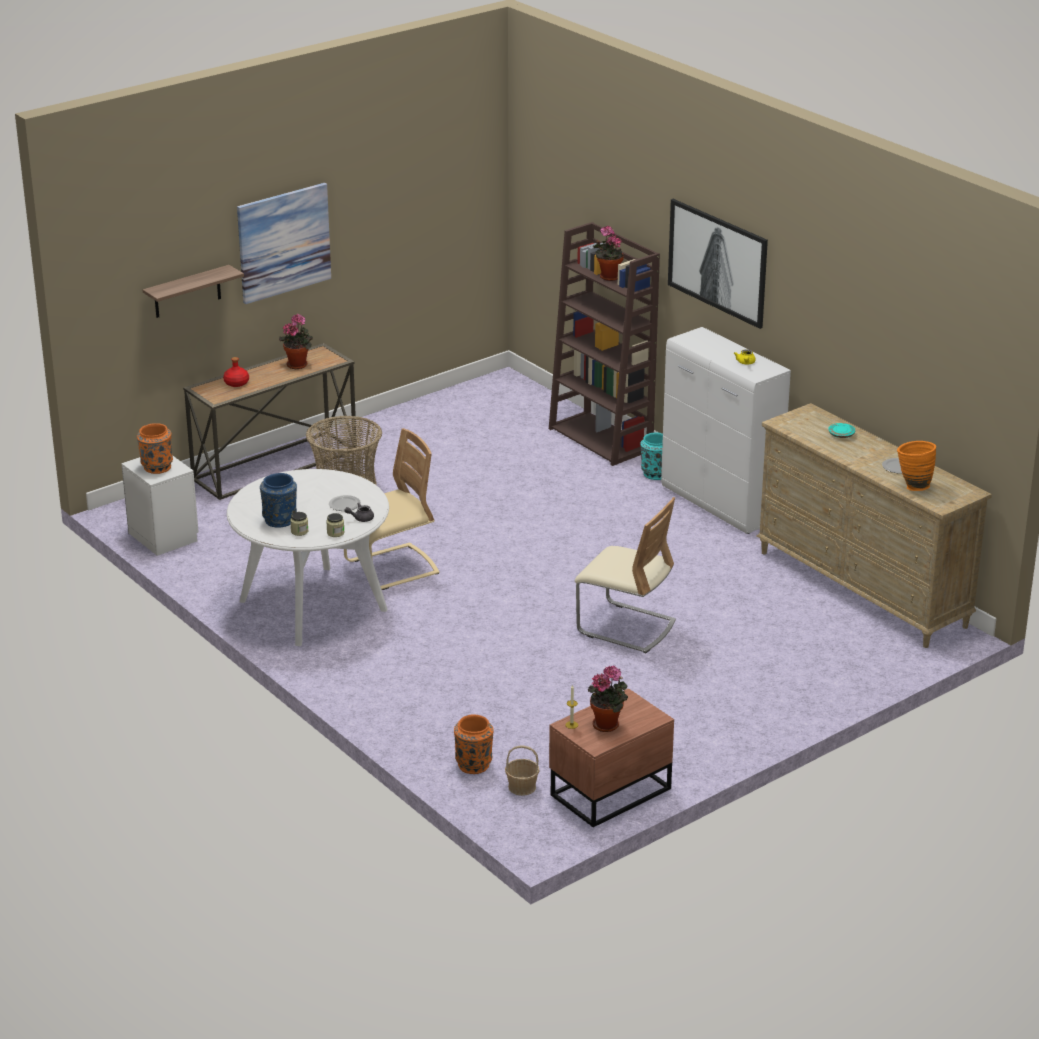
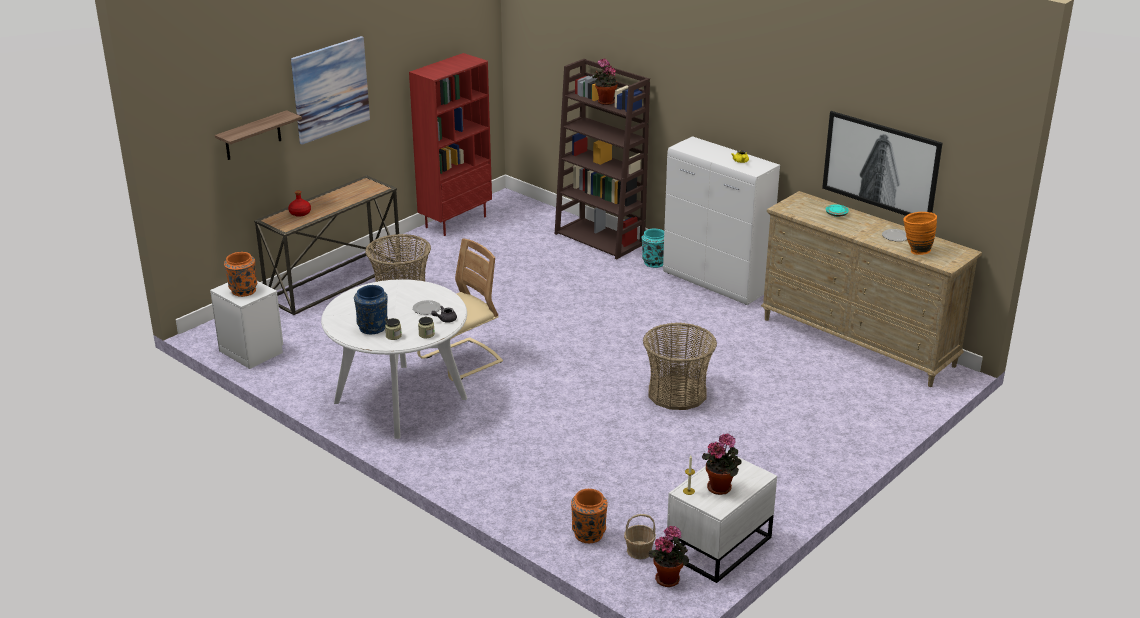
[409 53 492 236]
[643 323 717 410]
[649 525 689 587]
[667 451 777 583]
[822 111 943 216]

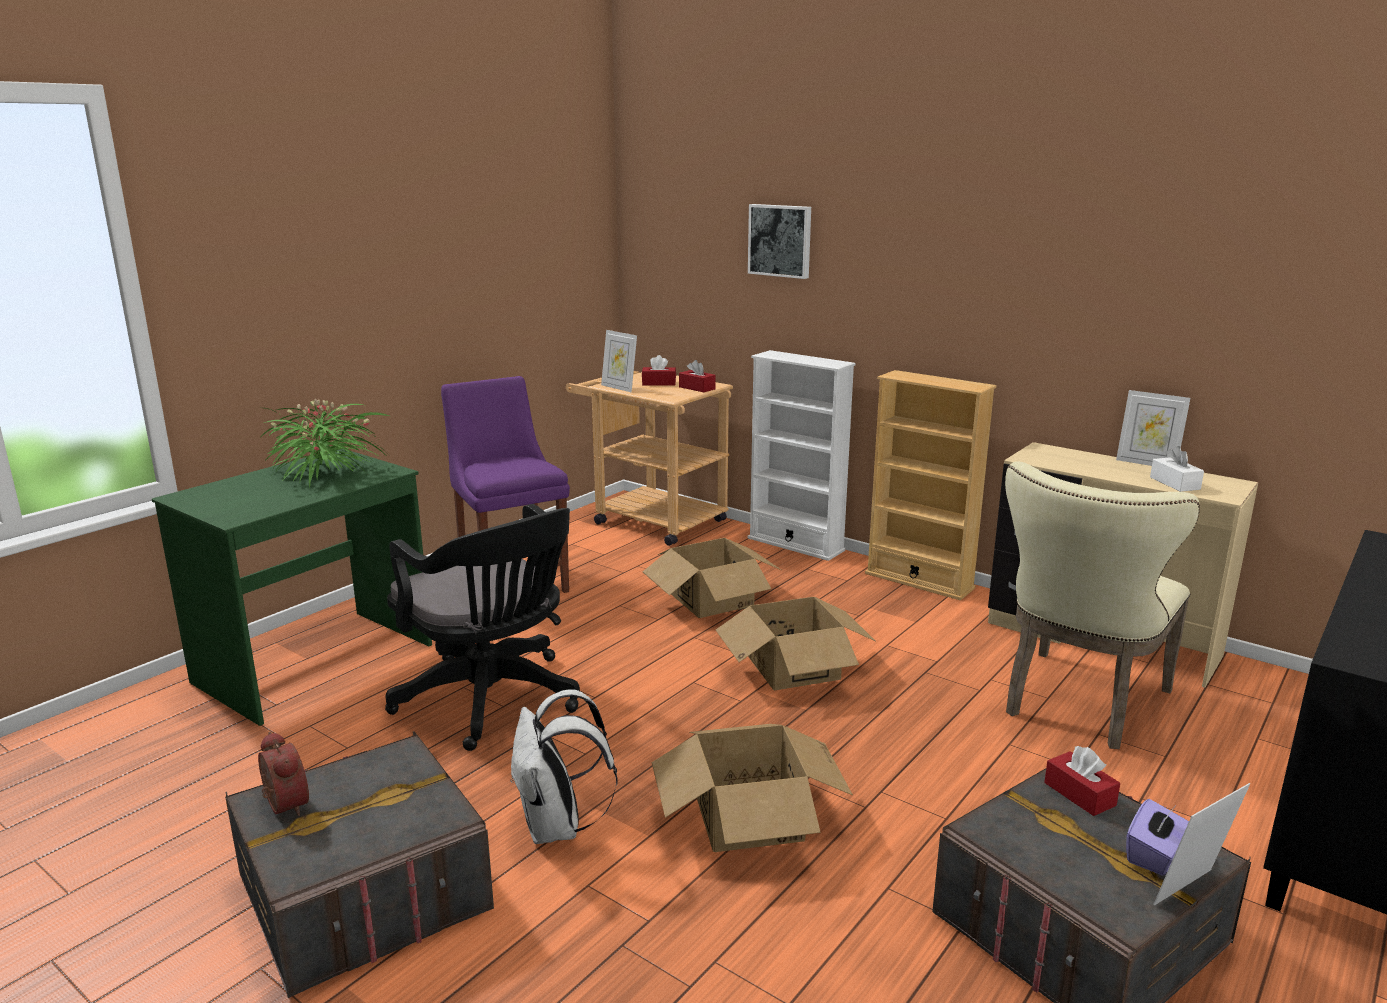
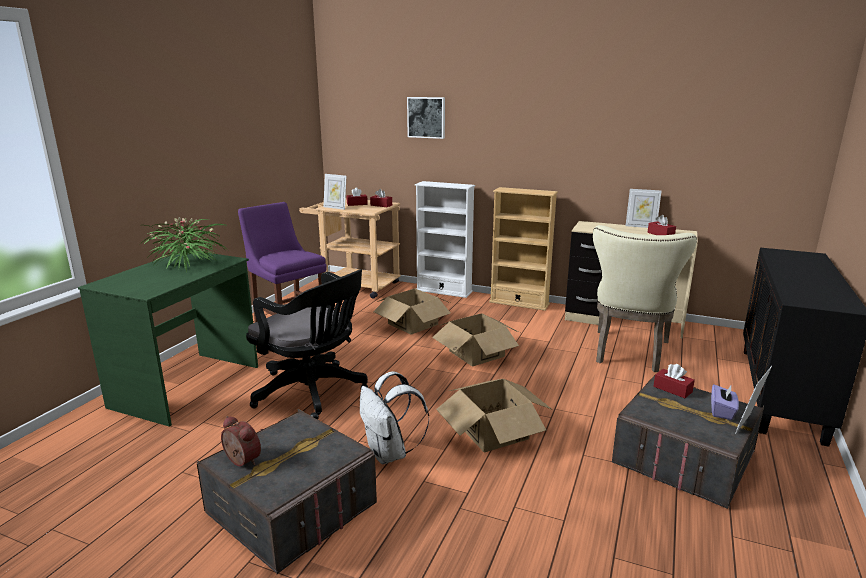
[647 215 676 235]

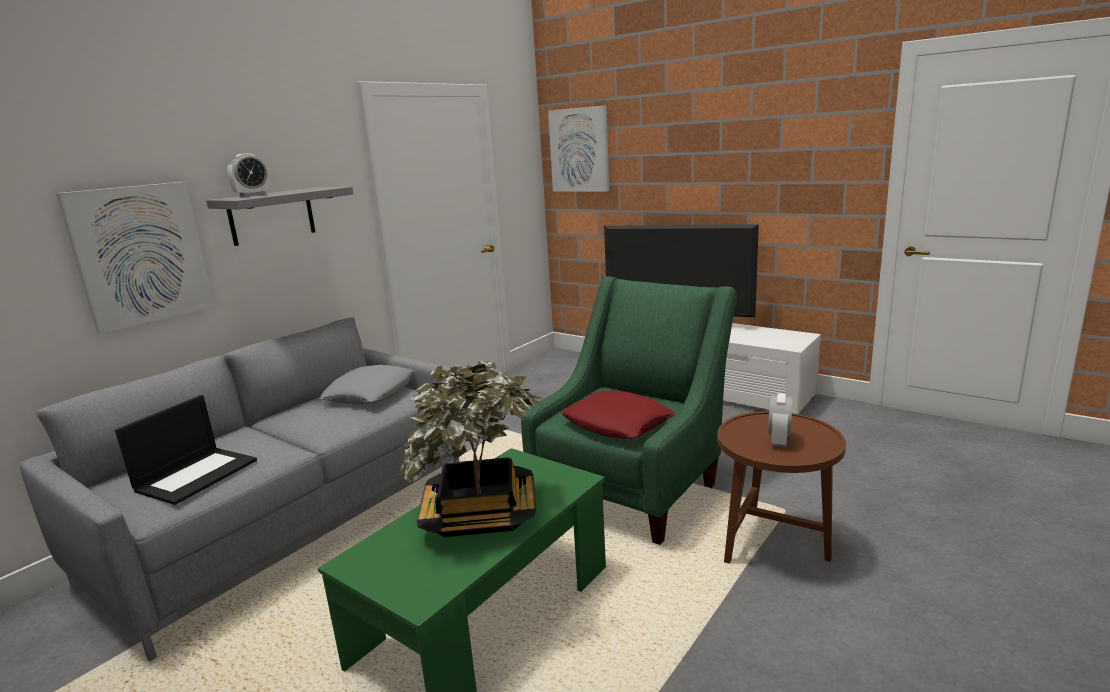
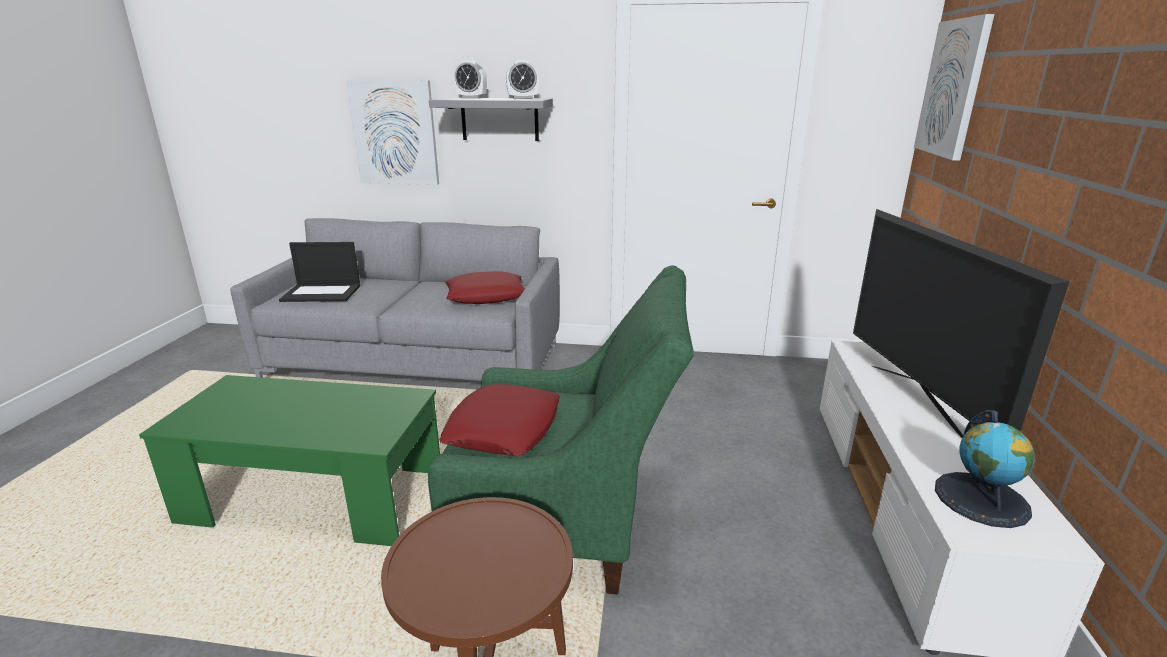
[445 271 525 304]
[506 60 539 99]
[935 410 1035 528]
[398 360 545 537] (first image)

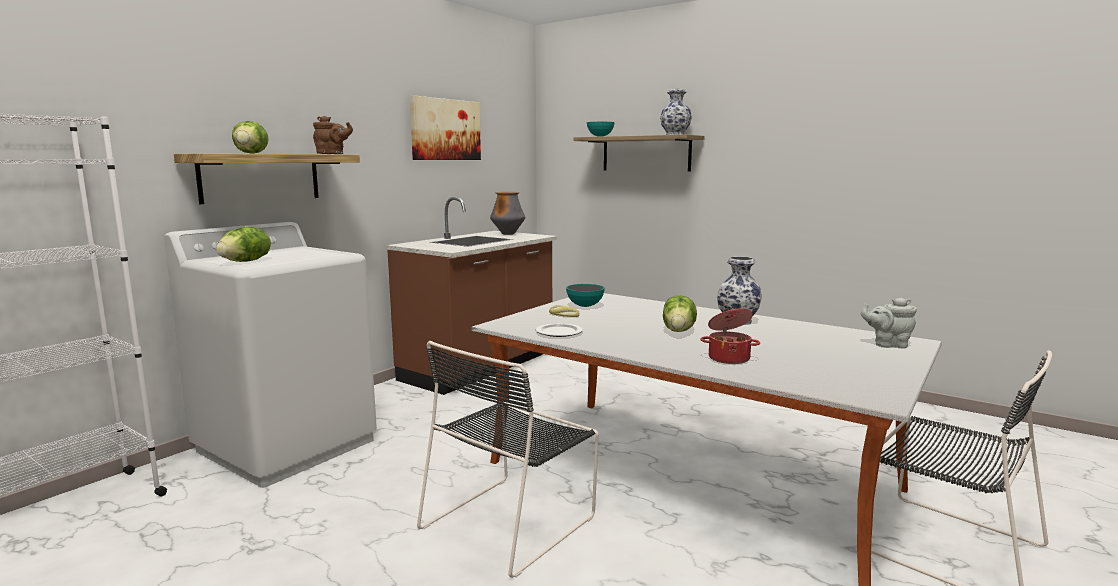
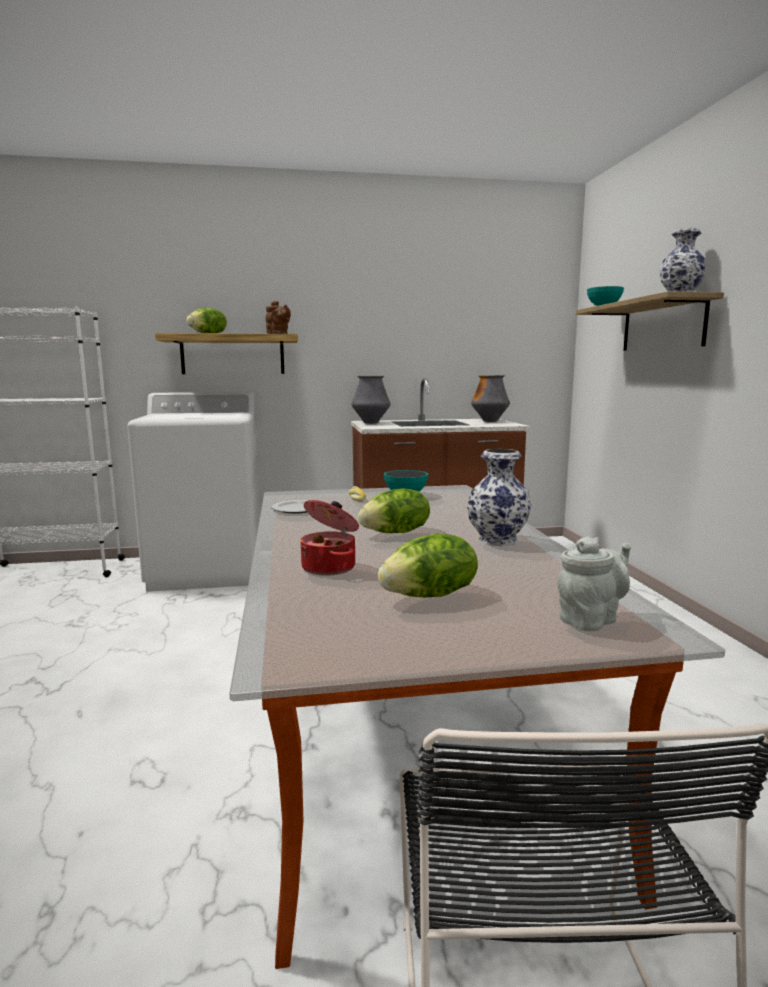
[351 376 391 424]
[378 534 478 598]
[558 537 631 631]
[410 95 481 160] (first image)
[417 341 599 578] (first image)

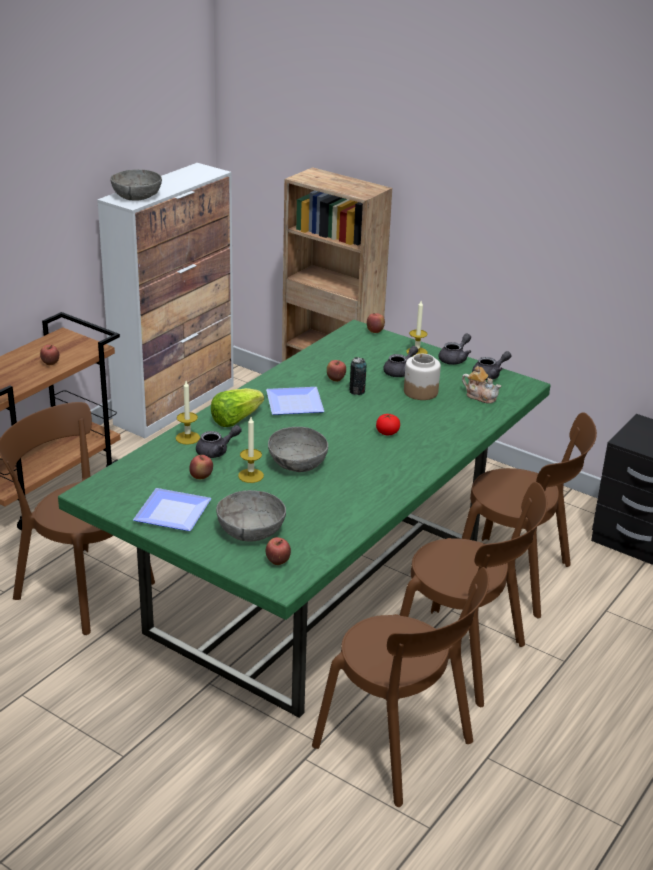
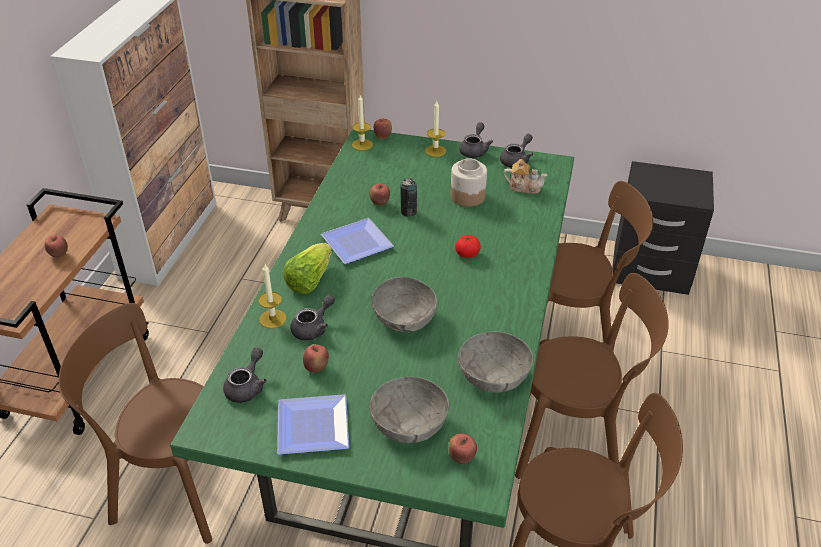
[223 348 267 403]
[352 95 373 151]
[458 331 533 393]

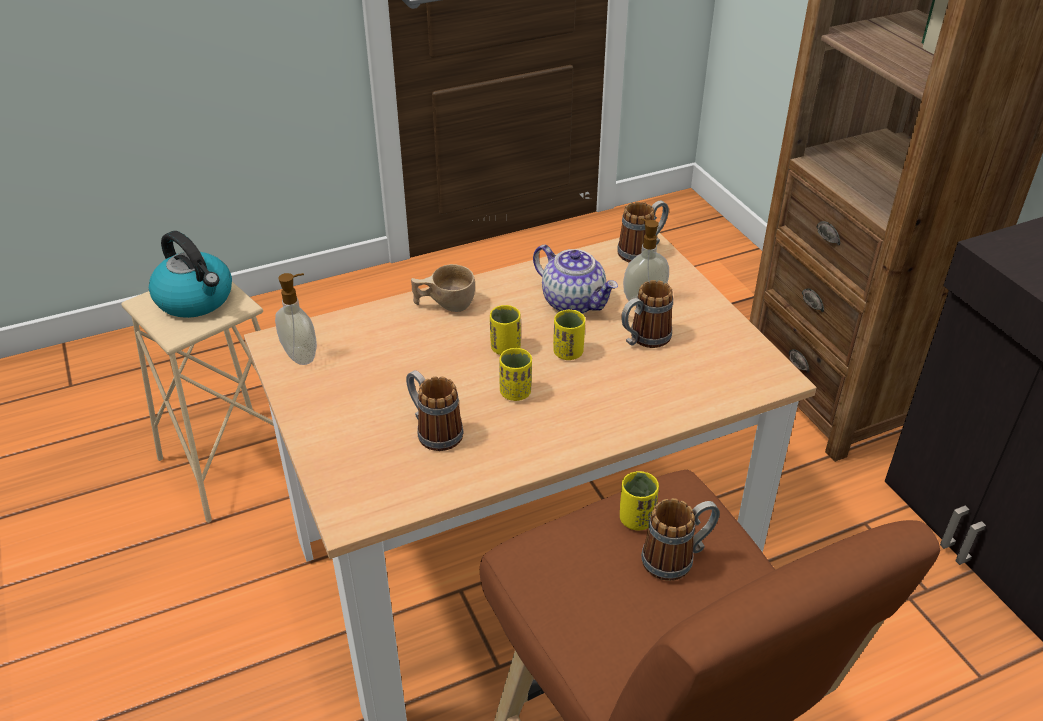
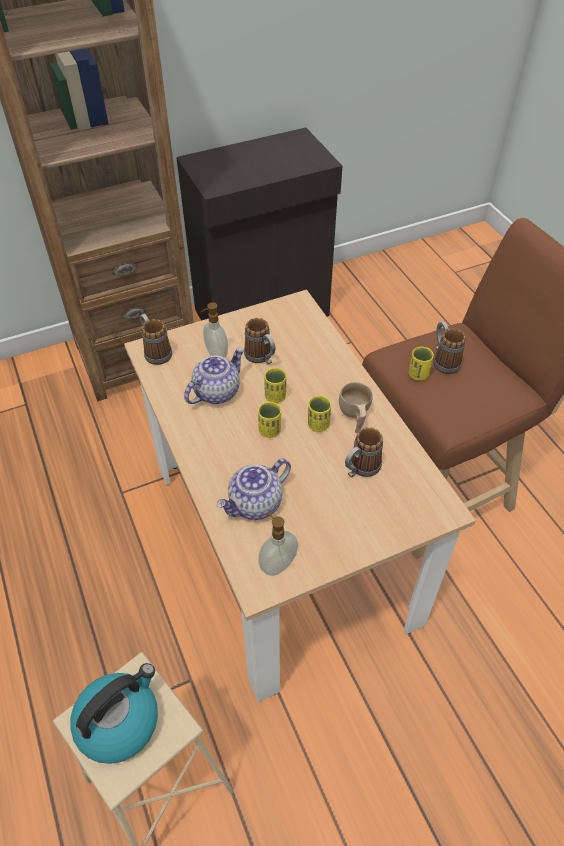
[216 458 291 520]
[339 382 373 433]

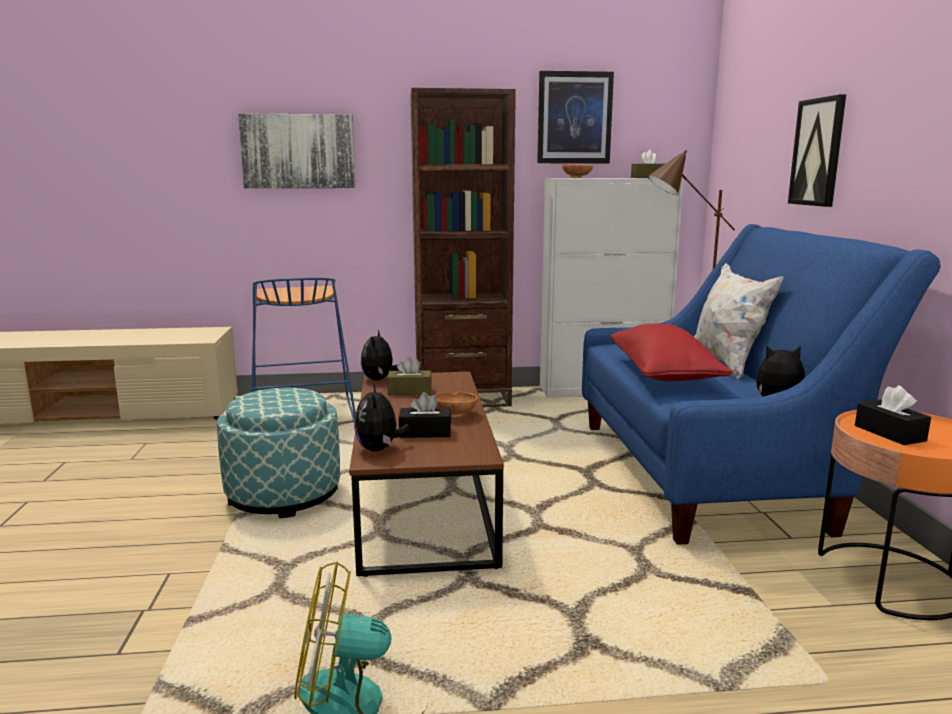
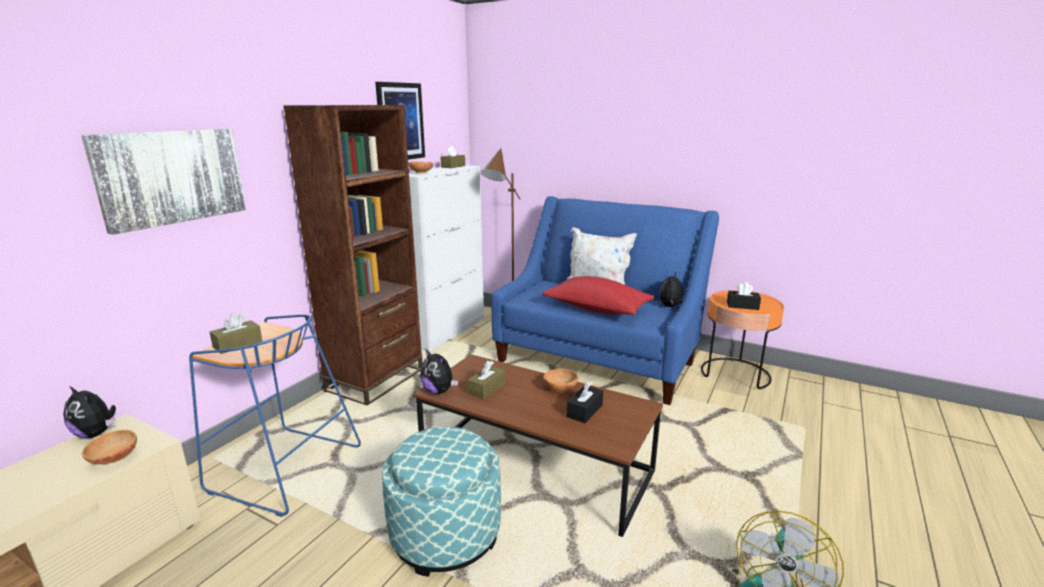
[63 386 116 438]
[82 430 137 464]
[210 313 262 354]
[788 94 846 207] (first image)

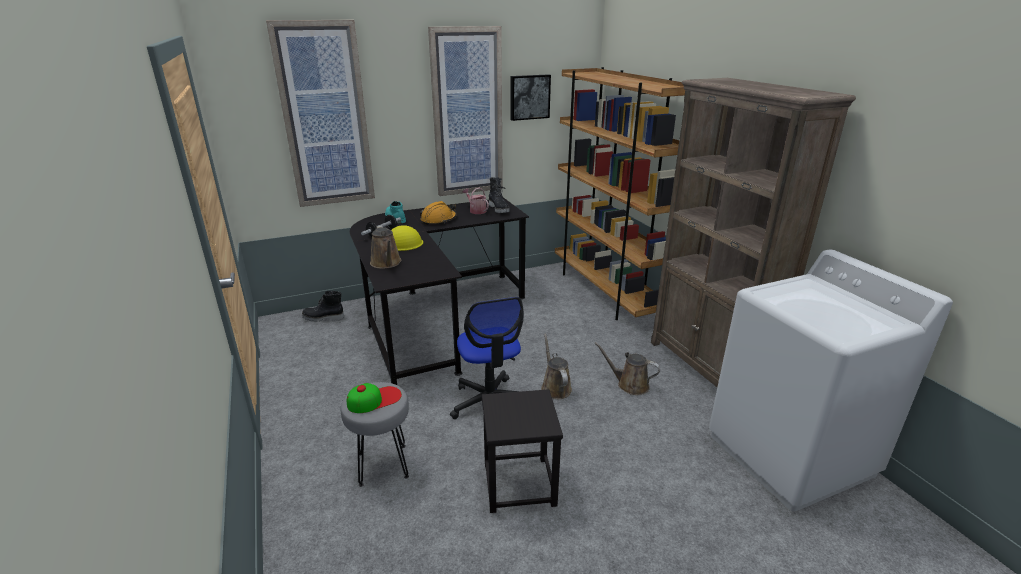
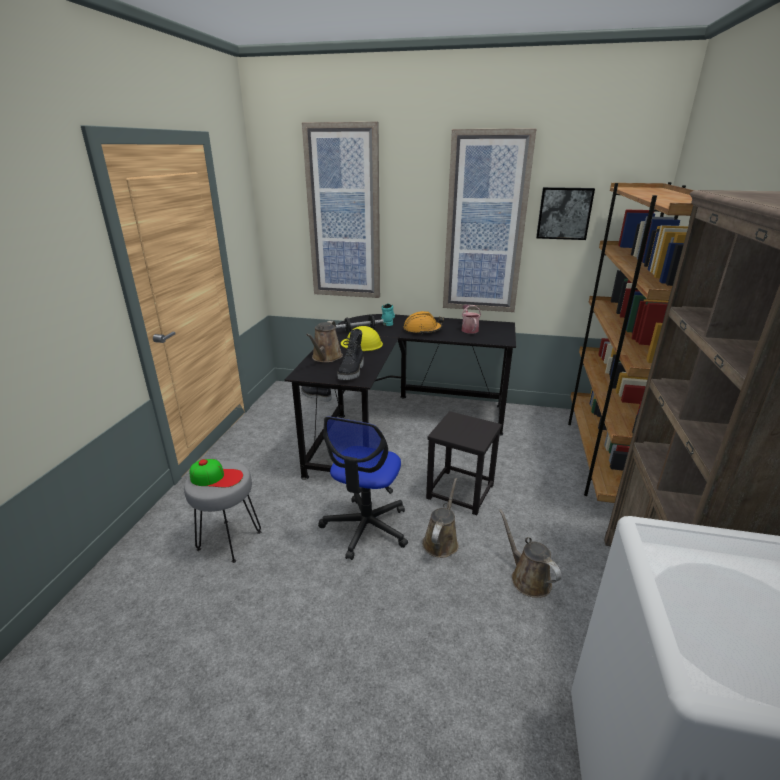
[338 329 364 380]
[426 411 502 515]

